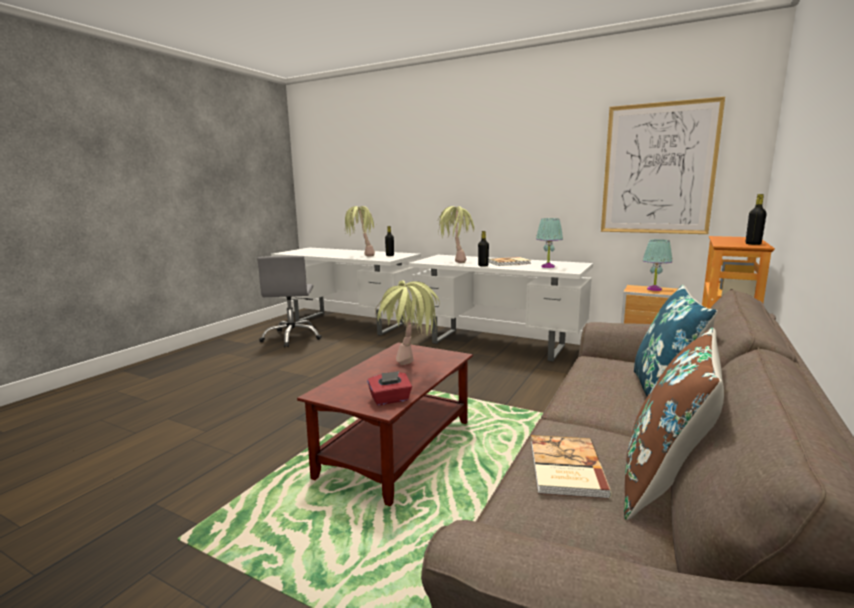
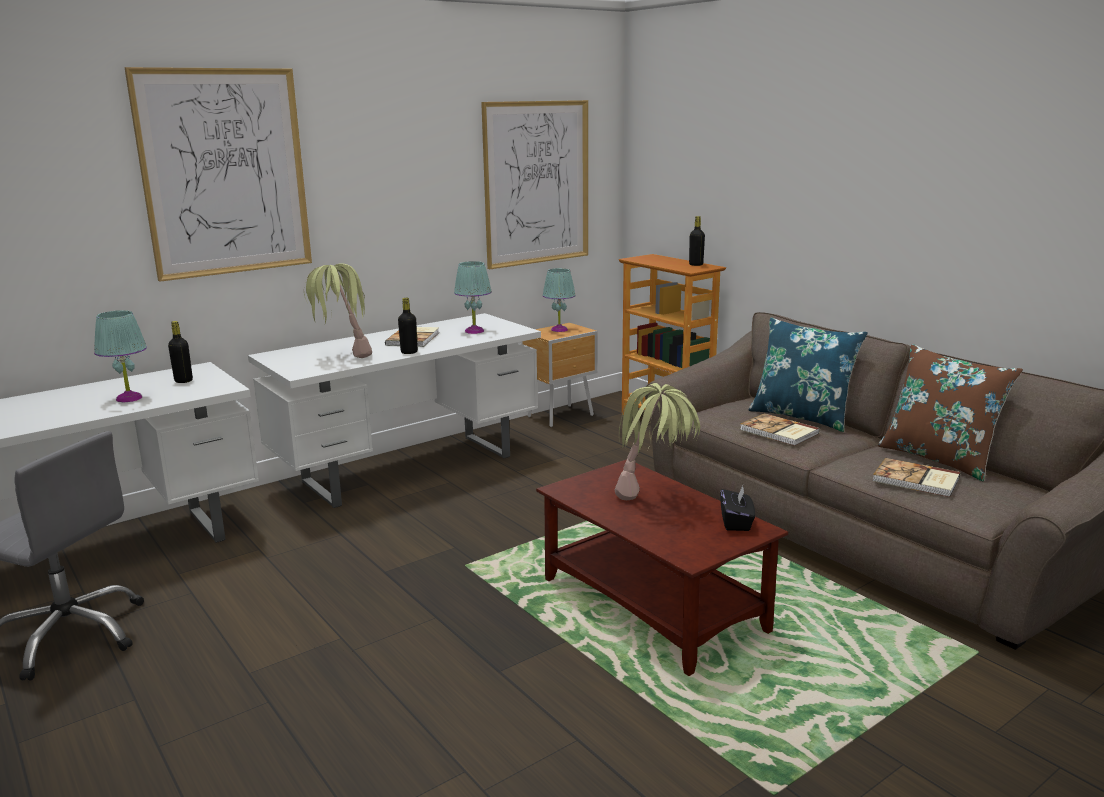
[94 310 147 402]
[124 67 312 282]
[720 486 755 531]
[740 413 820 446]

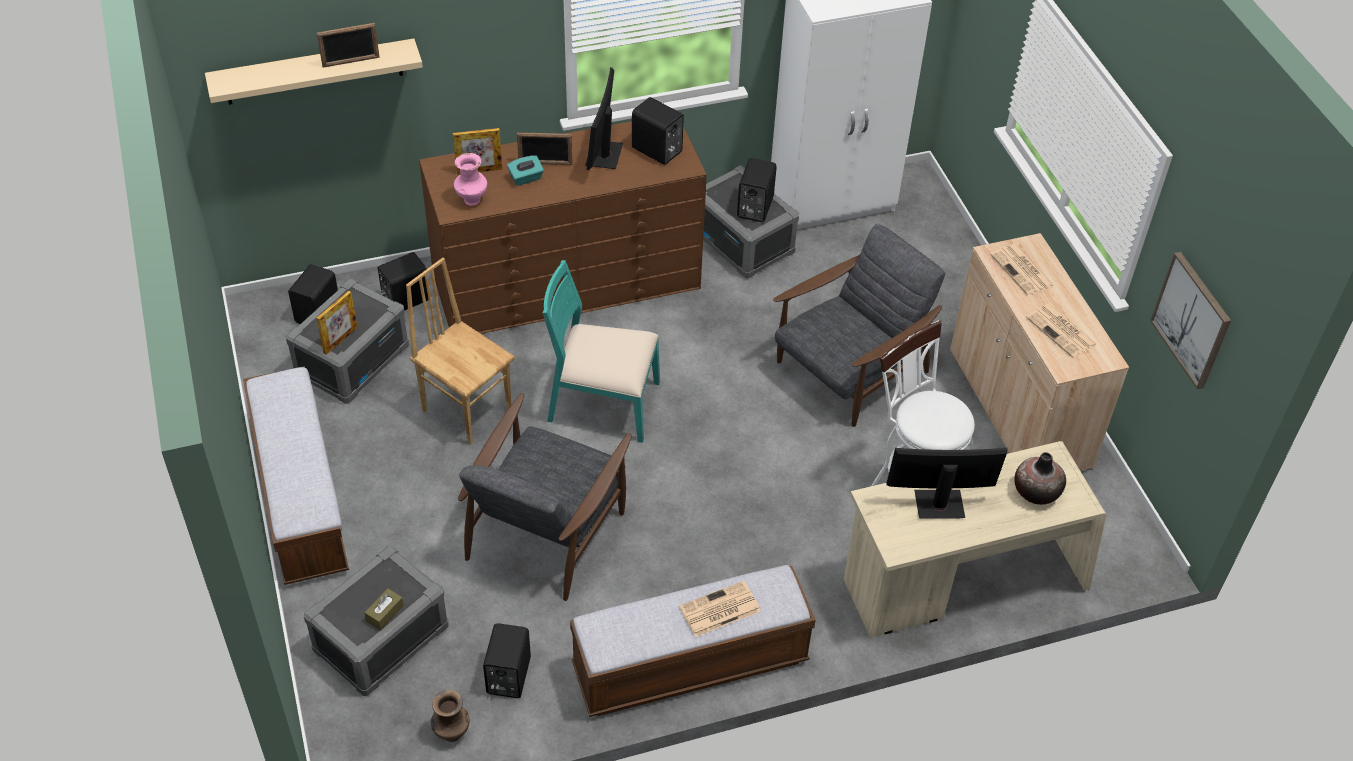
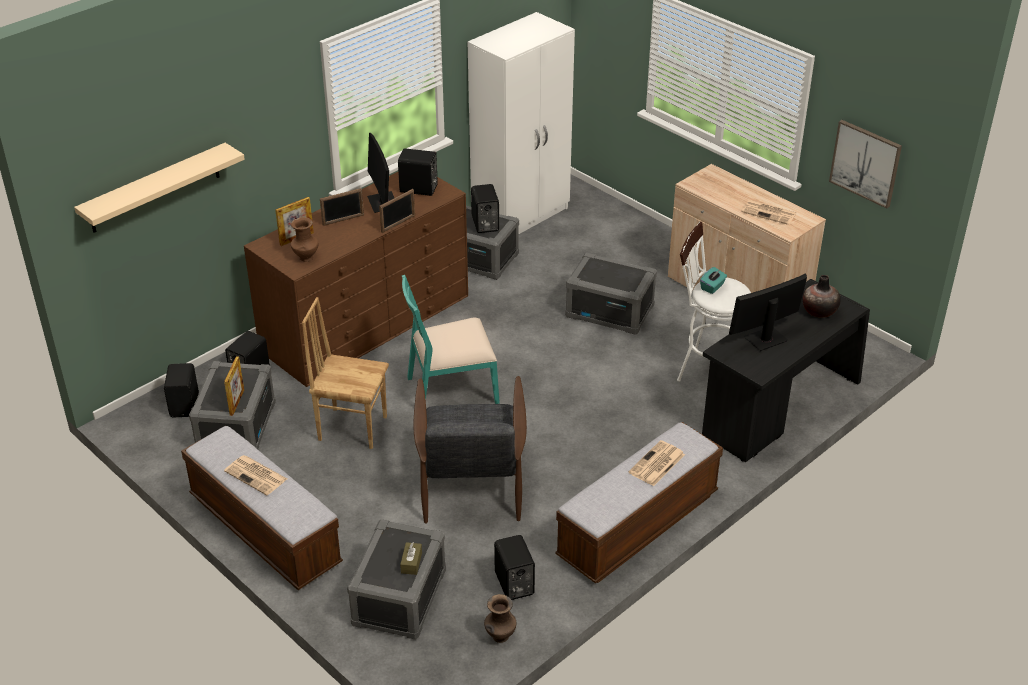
[224 455 287 495]
[291 217 319 262]
[379 189 415 233]
[565 253 657 335]
[700 267 727 294]
[702 279 870 462]

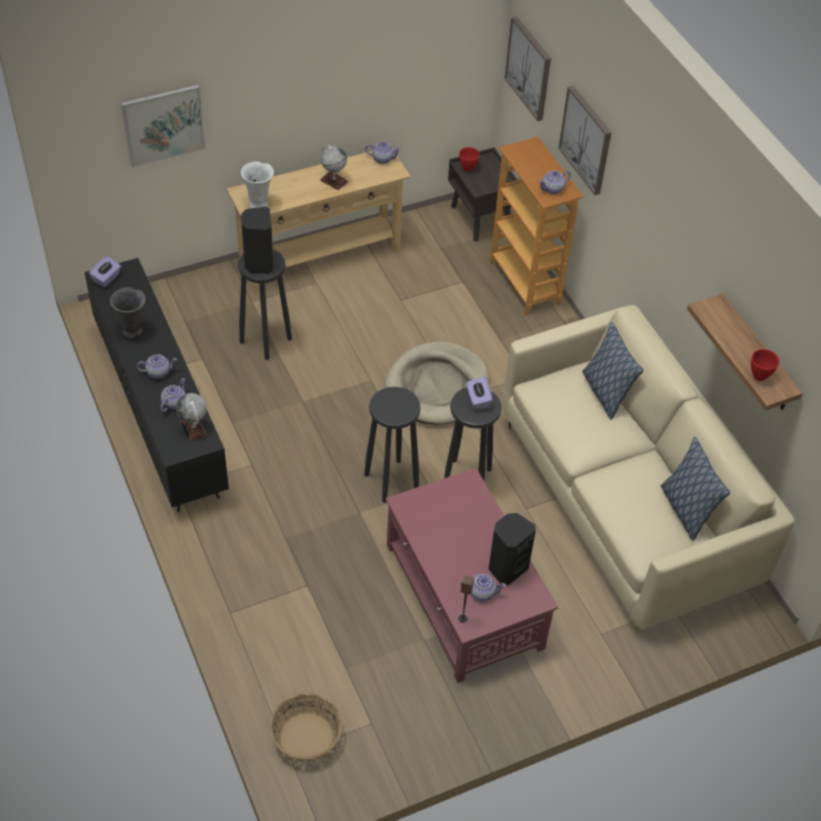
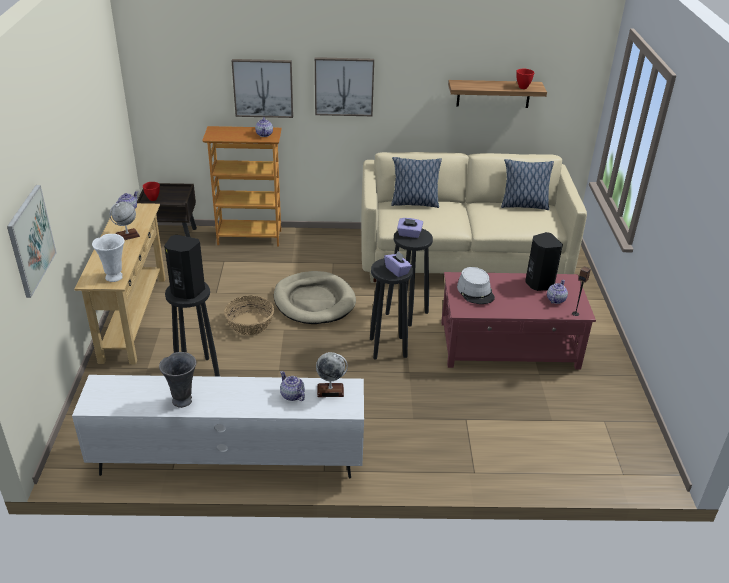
[72 375 364 479]
[224 296 274 335]
[315 57 374 116]
[384 251 412 277]
[457 267 495 304]
[137 354 177 379] (first image)

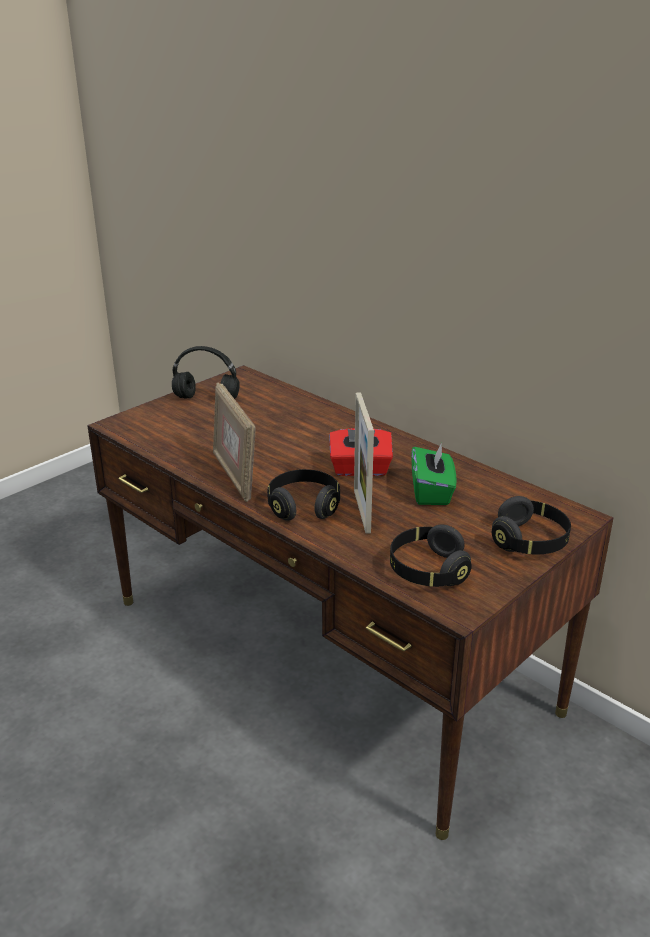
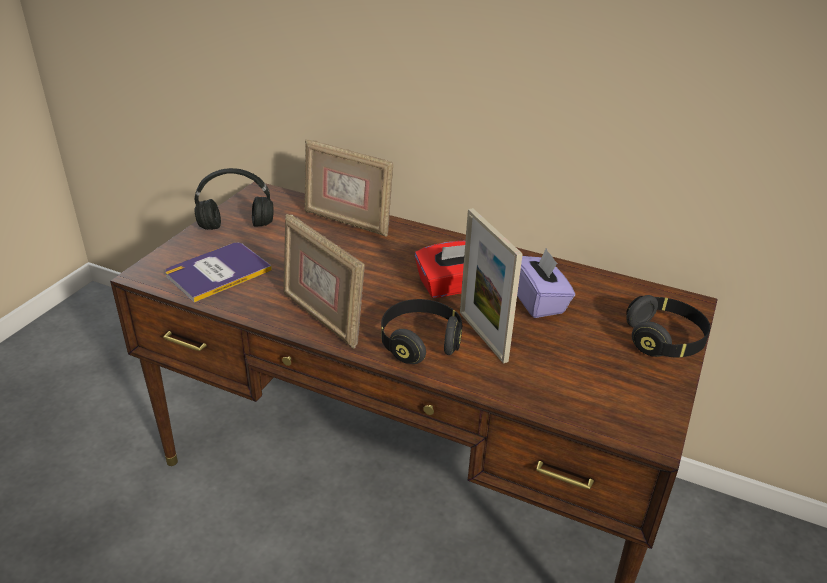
[165 243 272 302]
[304 139 393 237]
[517 248 575 318]
[390 524 472 587] (first image)

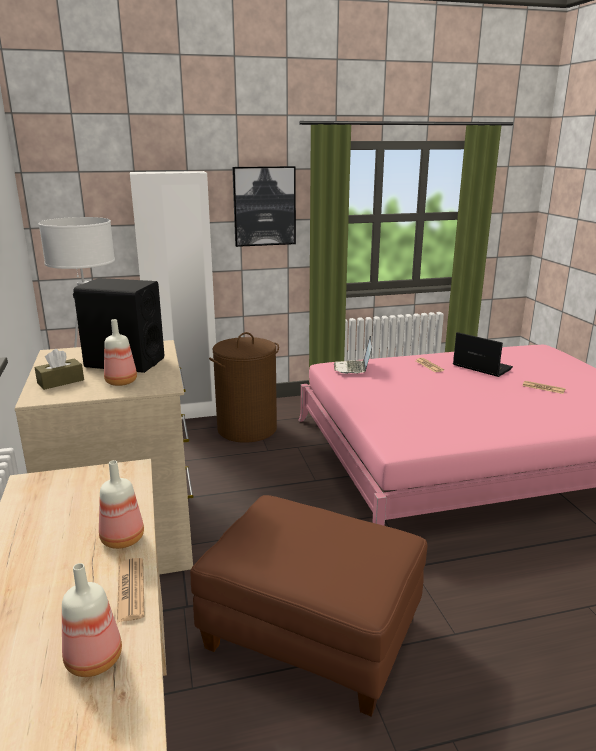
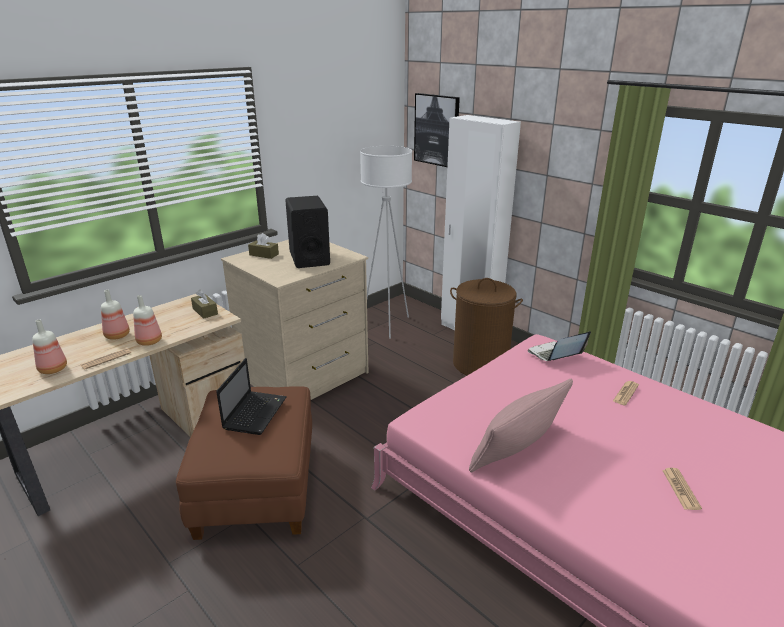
[101 290 130 340]
[191 290 218 319]
[216 358 287 435]
[414 93 460 167]
[469 379 573 473]

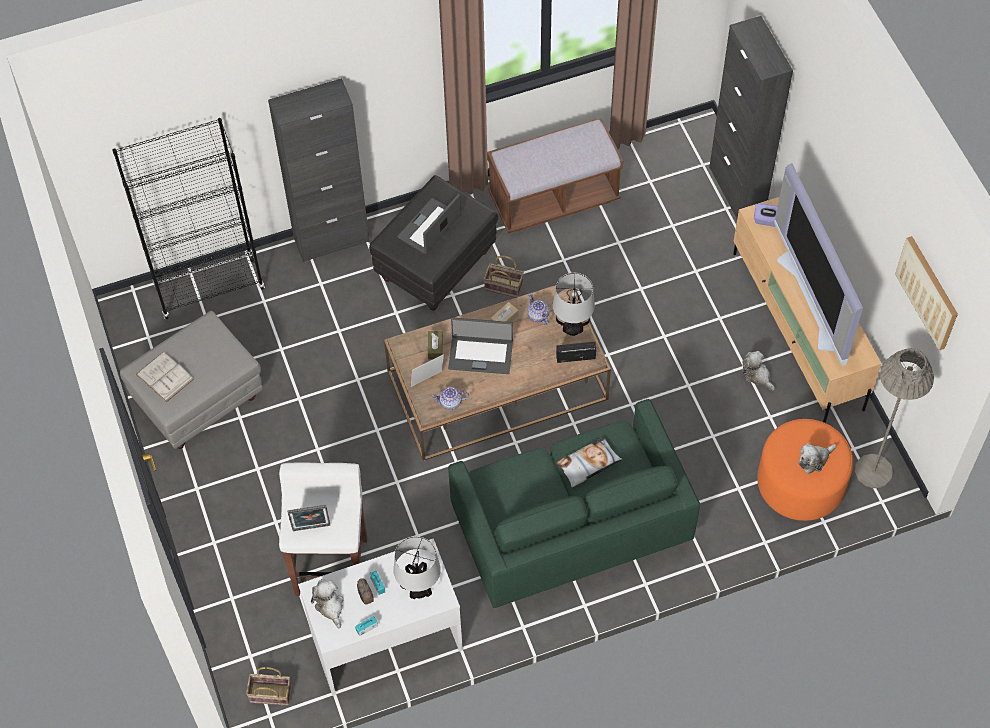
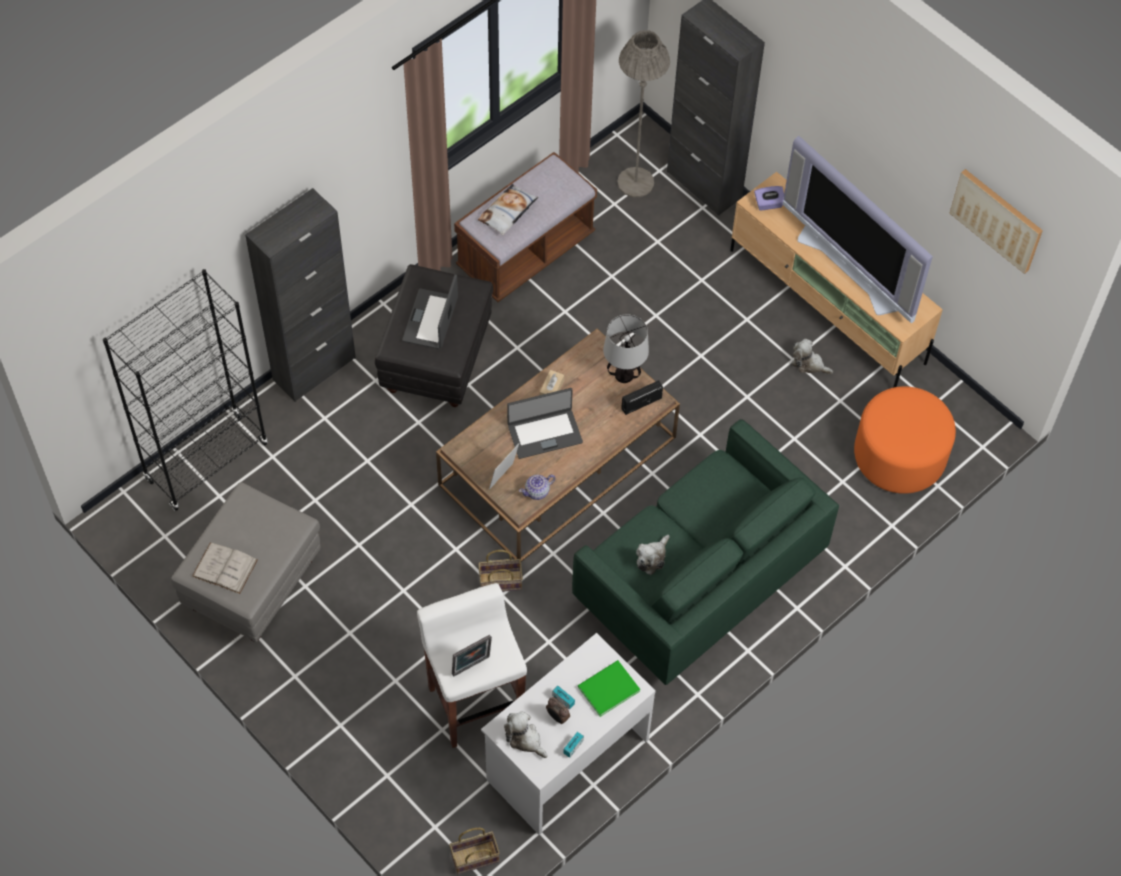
[478 184 538 235]
[478 550 523 592]
[578 660 640 717]
[617 30 670 197]
[636 535 670 575]
[428 331 443 359] (first image)
[527 293 549 325] (first image)

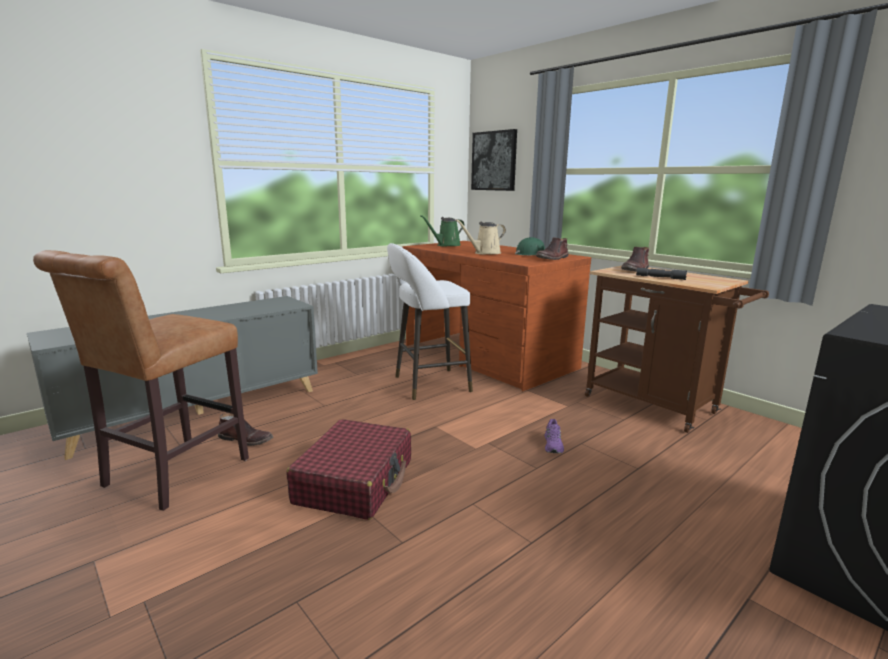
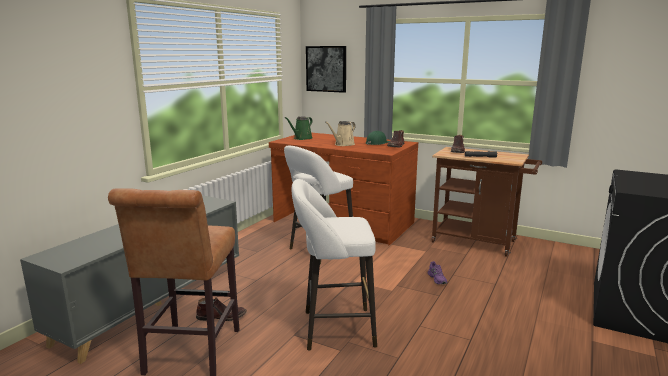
[291 179 377 351]

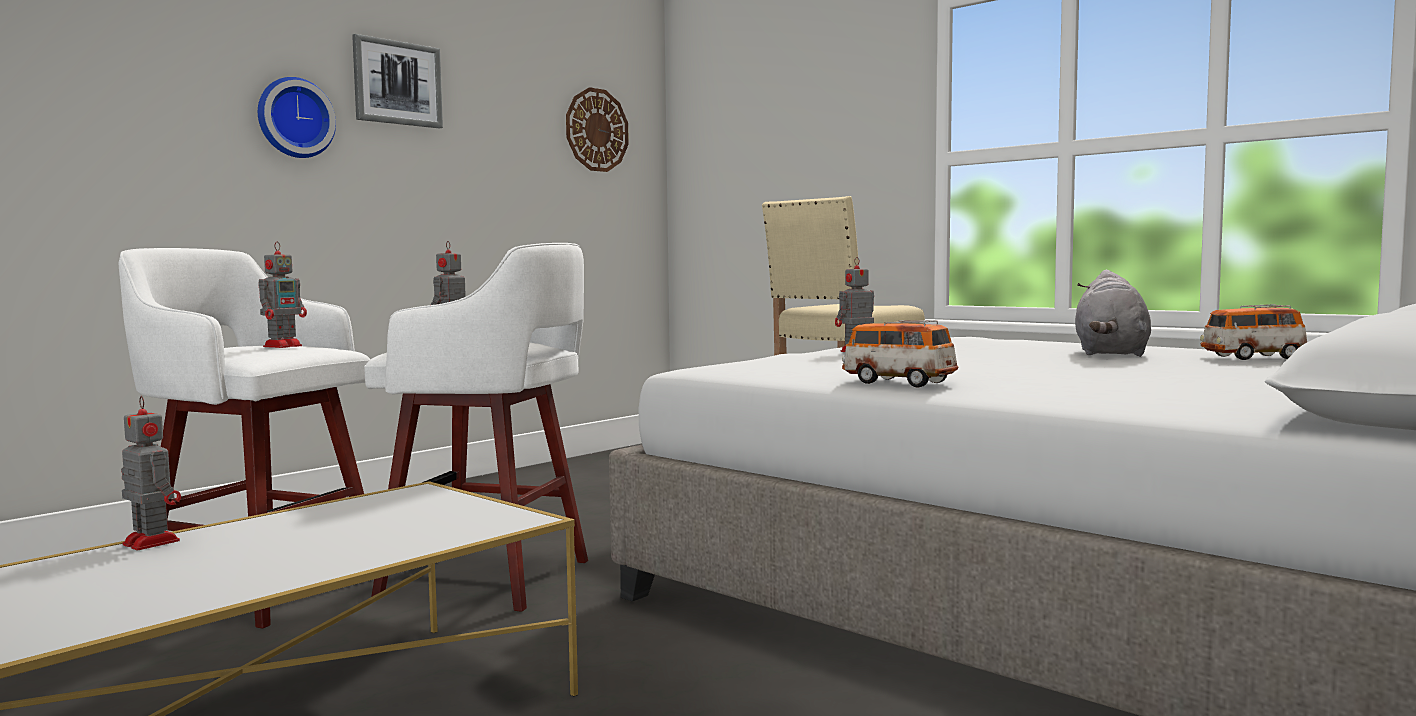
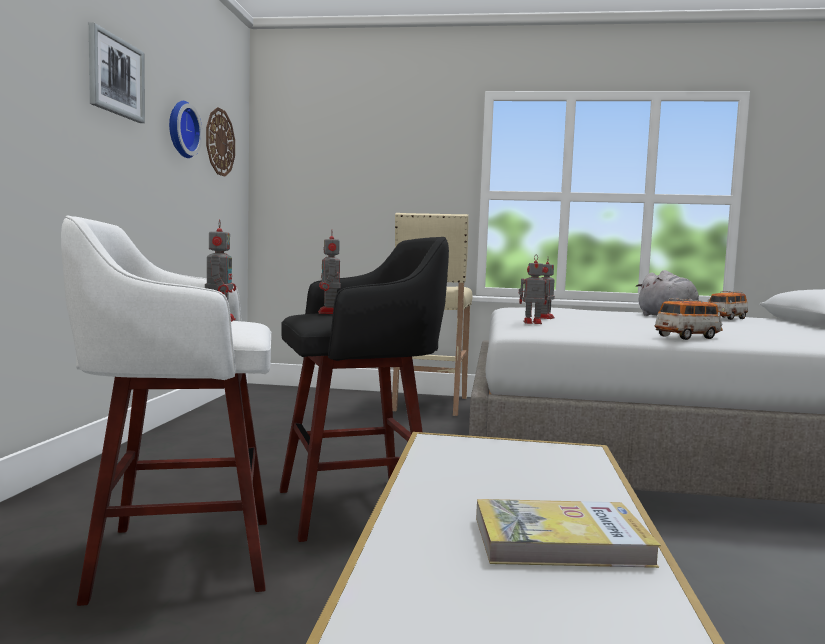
[169 101 202 158]
[279 237 449 542]
[476 499 661 568]
[519 256 549 324]
[654 298 723 340]

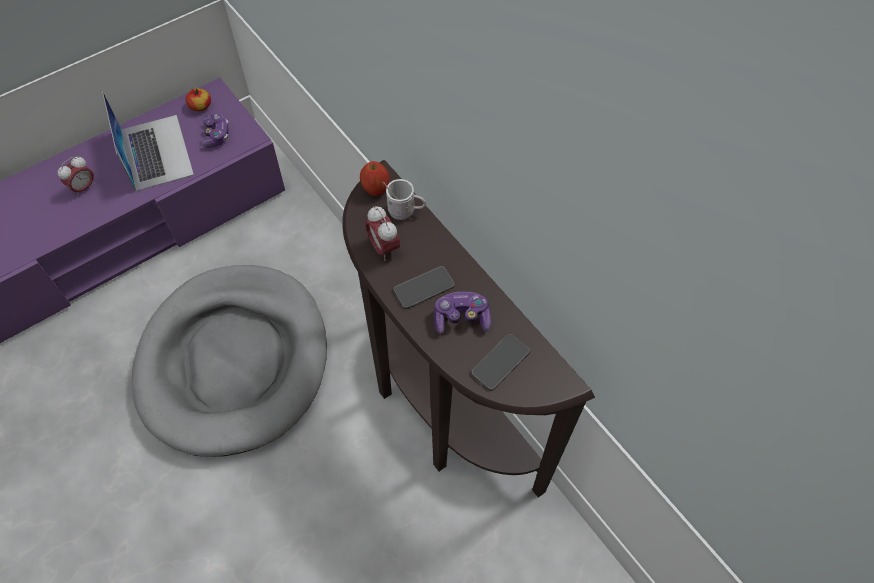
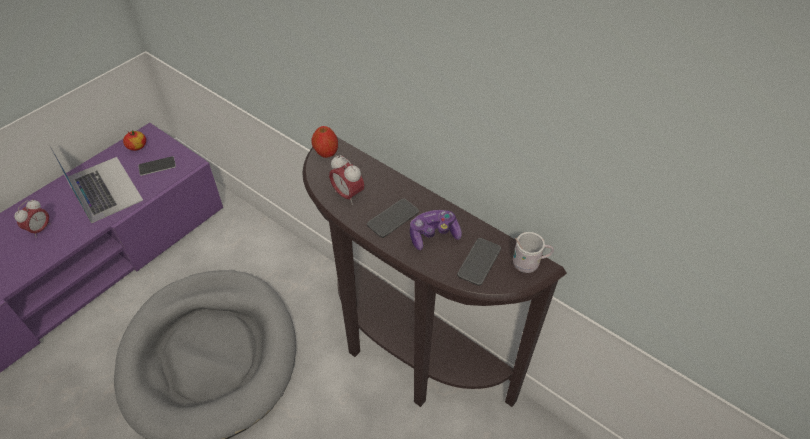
[138 156 176 176]
[513 232 554 273]

